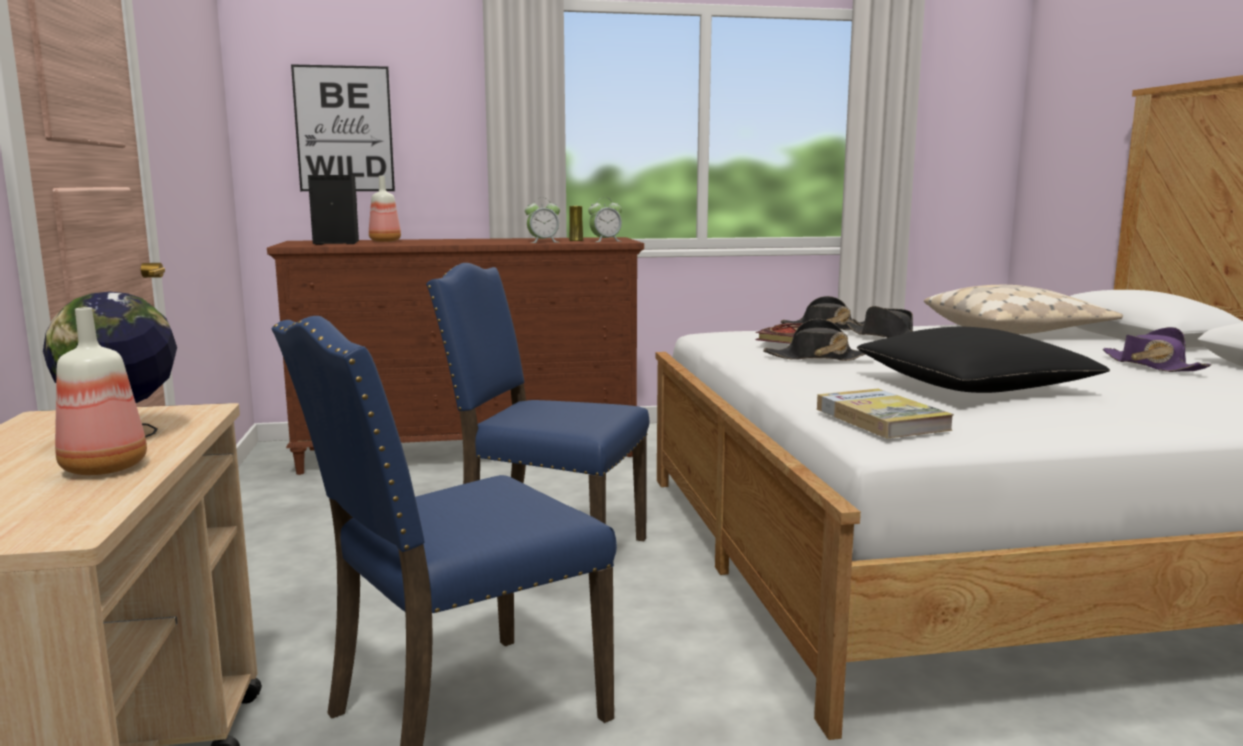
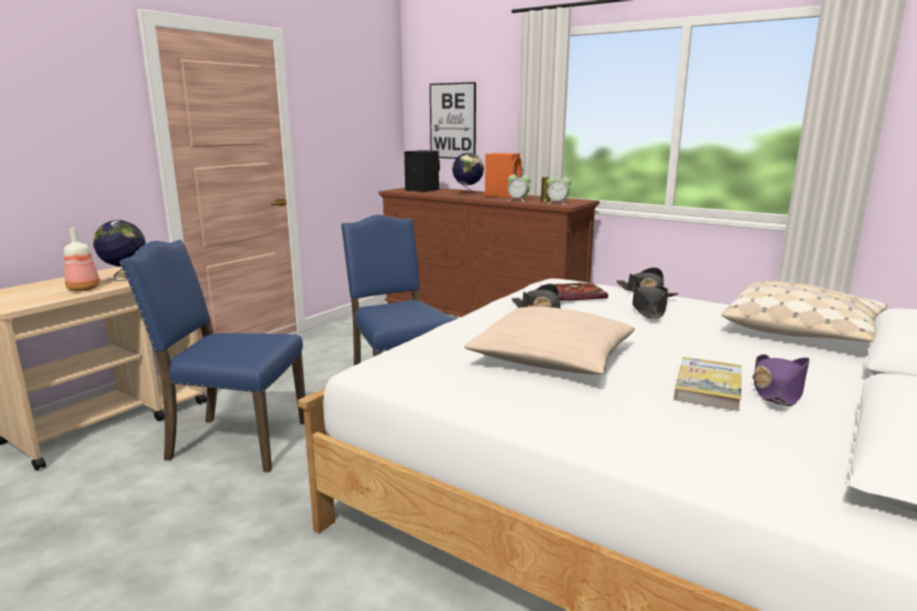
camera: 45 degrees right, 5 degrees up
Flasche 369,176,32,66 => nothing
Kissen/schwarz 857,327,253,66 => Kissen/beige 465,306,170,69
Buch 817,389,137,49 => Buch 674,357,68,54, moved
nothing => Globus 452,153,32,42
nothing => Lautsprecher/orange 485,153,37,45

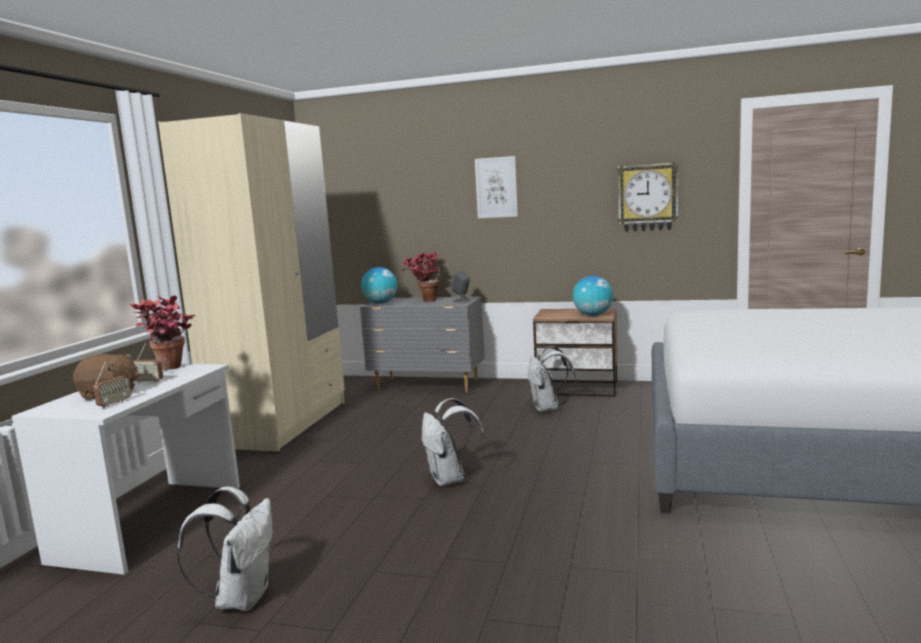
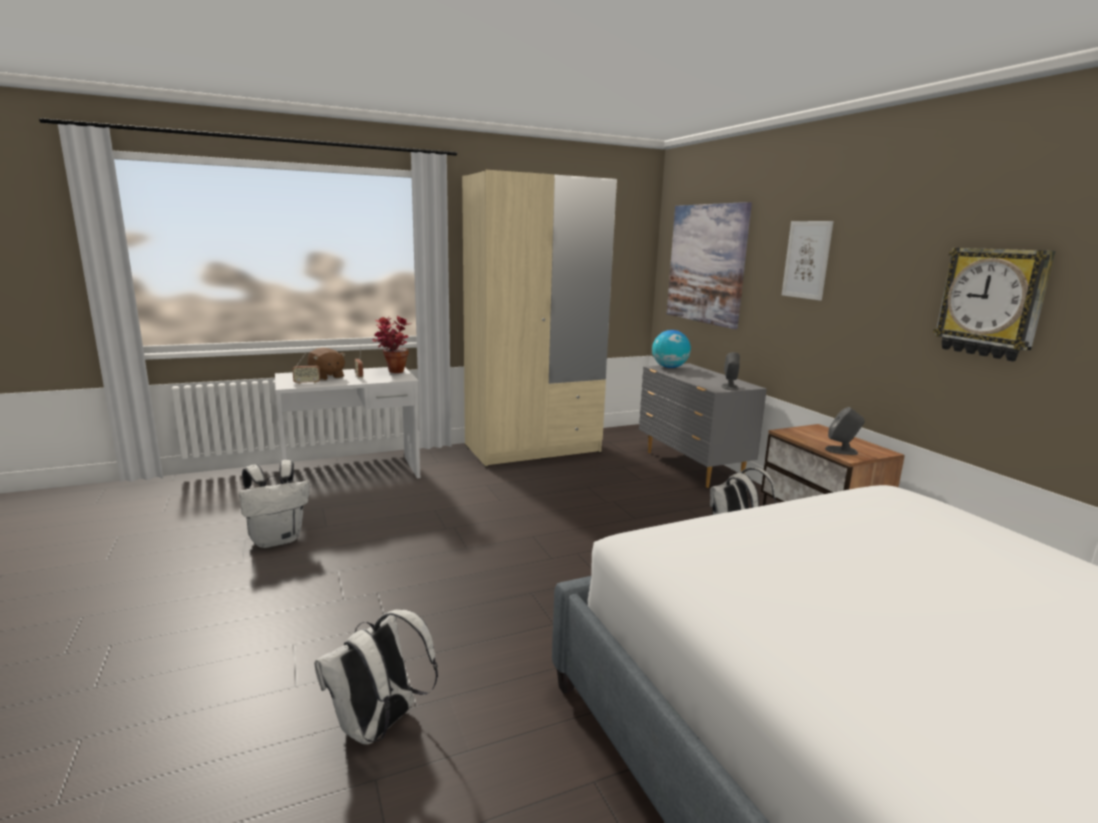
camera: 50 degrees right, 5 degrees up
Topfpflanze 402,252,38,50 => nothing
Globus 573,276,40,40 => Lautsprecher/grau 825,407,40,48
Rucksack/weiß 422,398,64,88 => Rucksack/weiß 314,610,124,135, moved
nothing => Bild 667,202,85,127

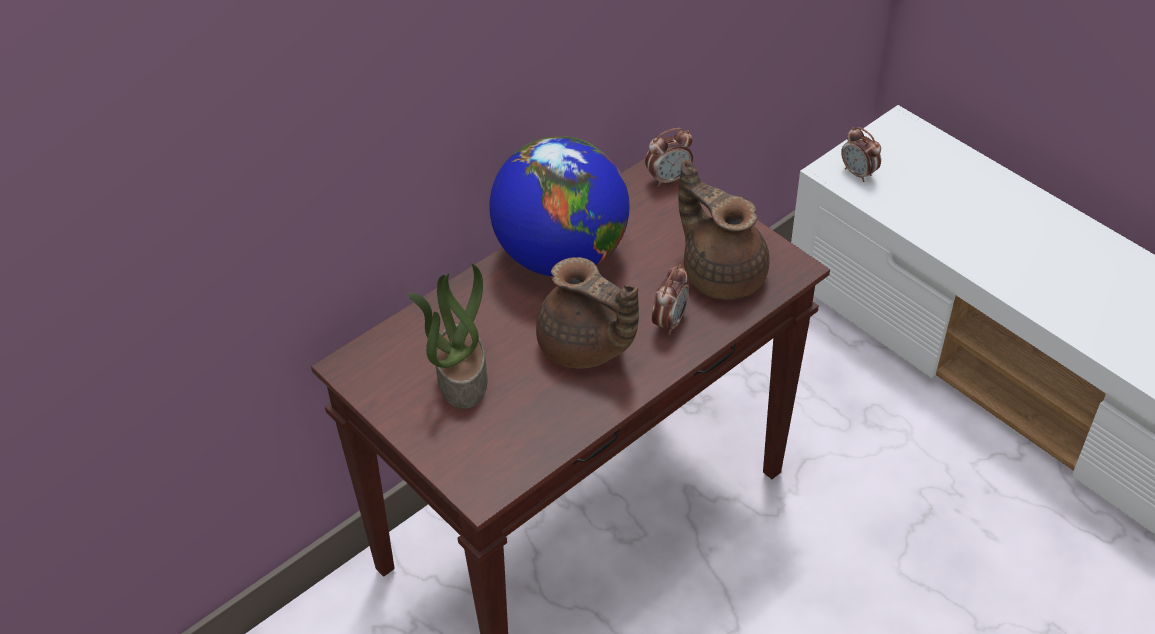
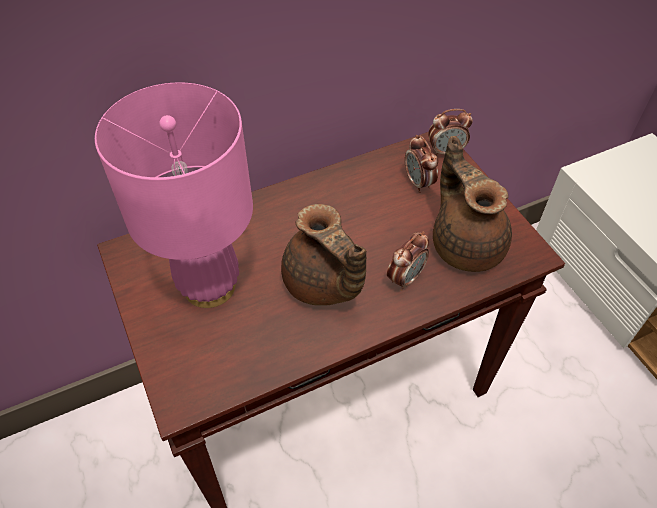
camera: 15 degrees right, 5 degrees up
Wecker 841,127,40,55 => Wecker 405,135,33,58, moved
Globus 489,136,141,140 => nothing
Topfpflanze 408,263,80,146 => Tischlampe/rosa 95,83,158,225

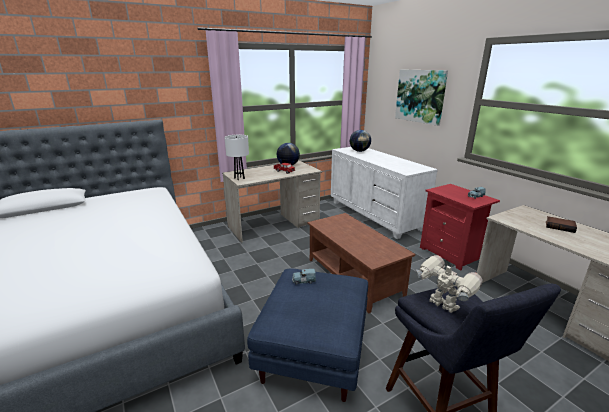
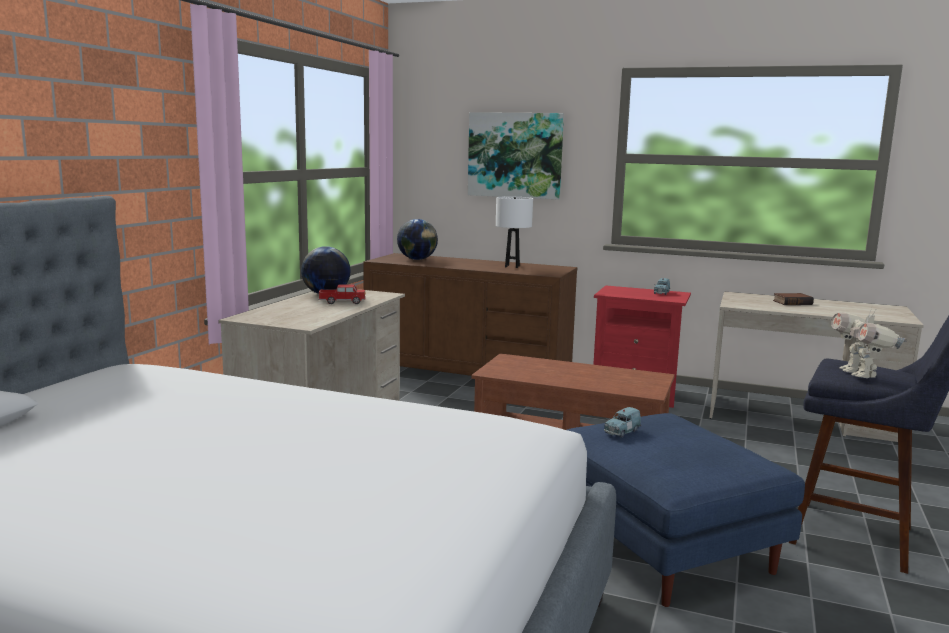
camera: 40 degrees left, 10 degrees down
Tischlampe/weiß 224,135,25,45 => Tischlampe/weiß 496,197,37,71, moved
Kommode/weiß 331,147,107,92 => Kommode/braun 363,253,214,123
Spielzeugroboter 416,255,67,58 => Spielzeugroboter 831,308,74,70, 105 degrees counterclockwise

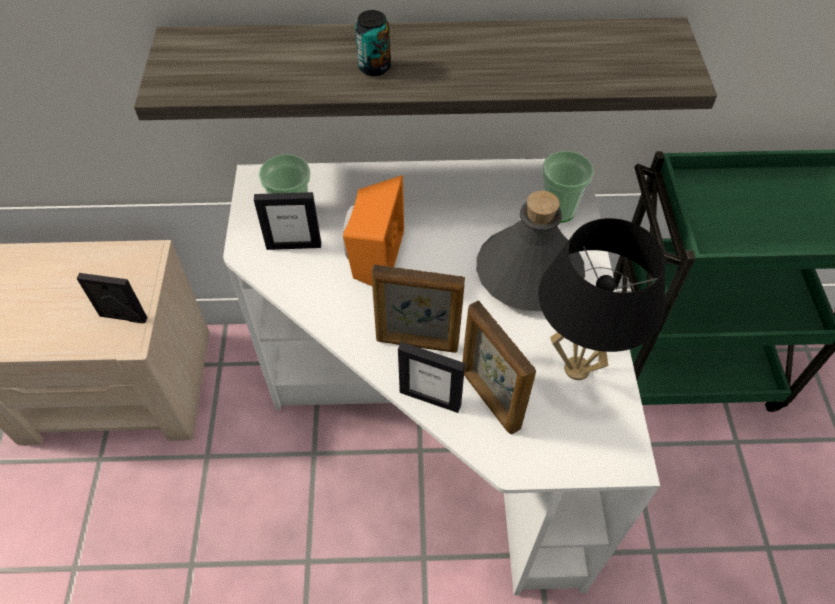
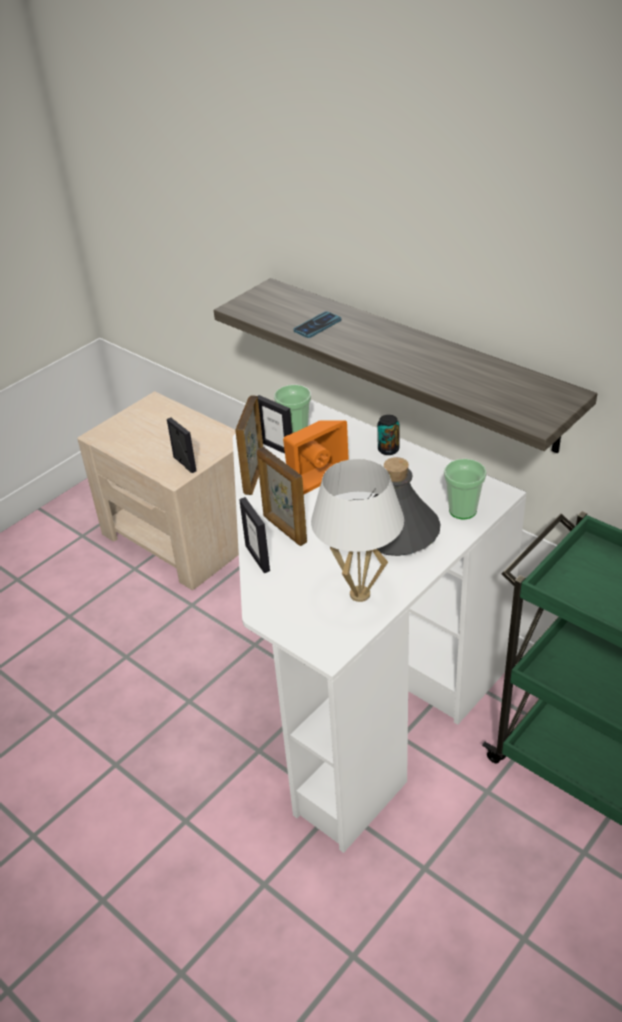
camera: 45 degrees right, 15 degrees down
Dose 355,10,36,66 => Dose 377,415,22,40, moved
Tischlampe/schwarz 538,218,127,162 => Tischlampe/weiß 311,459,93,143
Bilderrahmen 463,300,73,135 => Bilderrahmen 235,395,28,100, moved
nothing => Handy 294,311,47,27

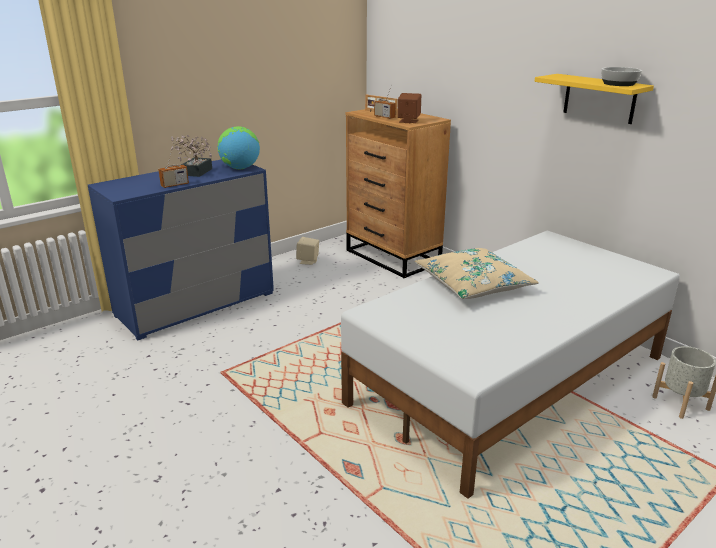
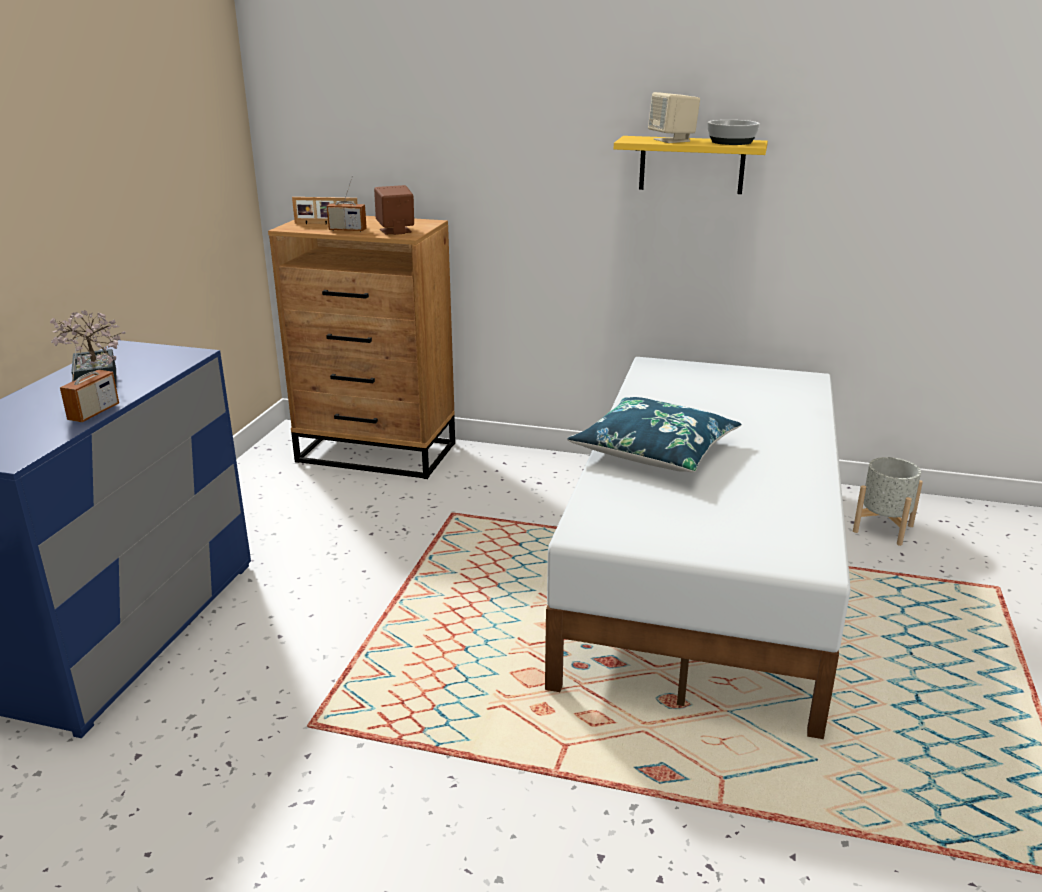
camera: 35 degrees left, 0 degrees up
Globus 218,126,42,43 => nothing
Lautsprecher/beige 296,237,23,28 => Lautsprecher/beige 648,92,52,51, moved
Kissen/beige 415,248,124,51 => Kissen/blau 567,397,174,75

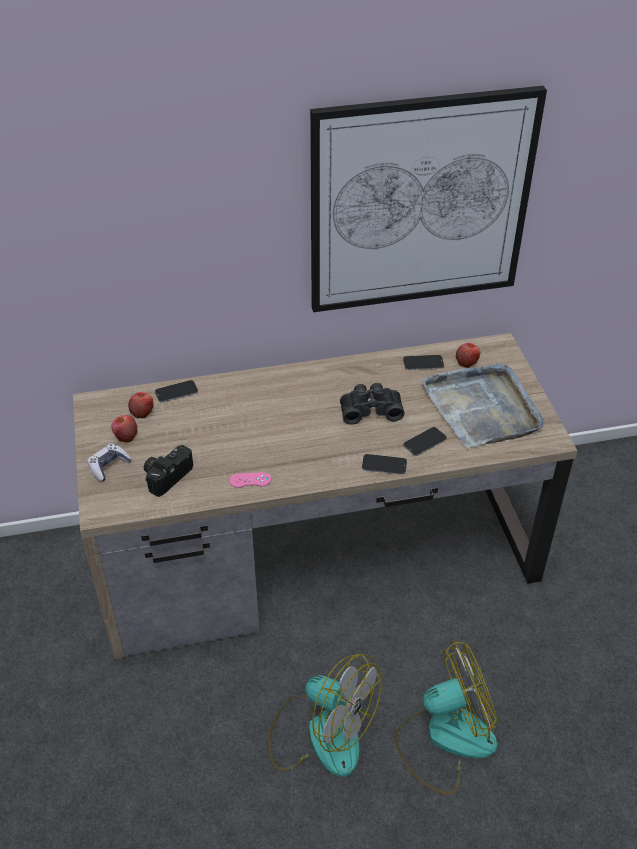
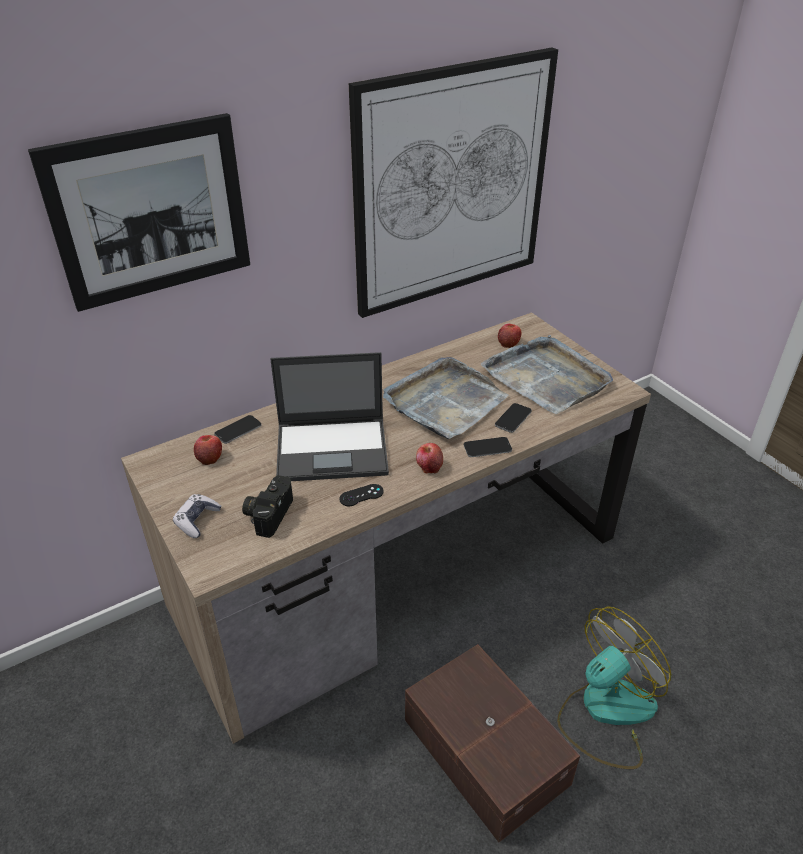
camera: 20 degrees left, 5 degrees down
Handy 403,355,41,15 => nothing
Fernglas/schwarz 340,383,65,42 => Tablett/grau 383,357,125,82
Apfel 111,415,26,28 => Apfel 416,443,27,31, moved
Gamepad/rosa 230,472,41,16 => Gamepad/schwarz 339,484,45,22
Ventilator 268,654,114,123 => Aufbewahrungsbox/braun 405,644,175,198
nothing => Bild 28,113,222,199
nothing => Laptop 270,352,119,129

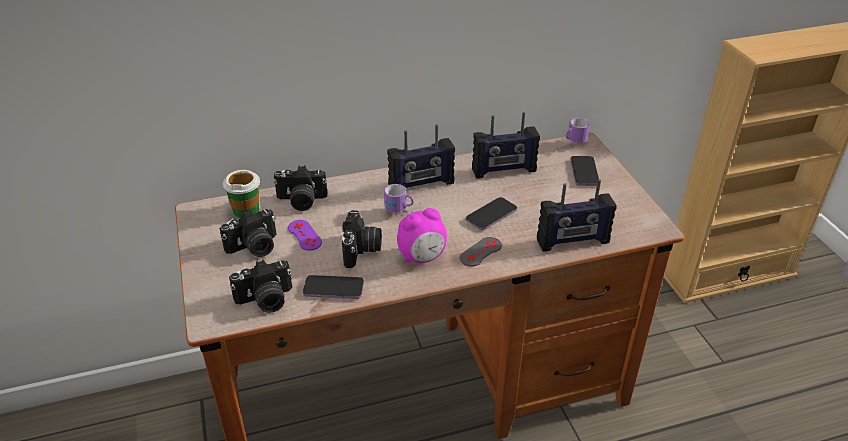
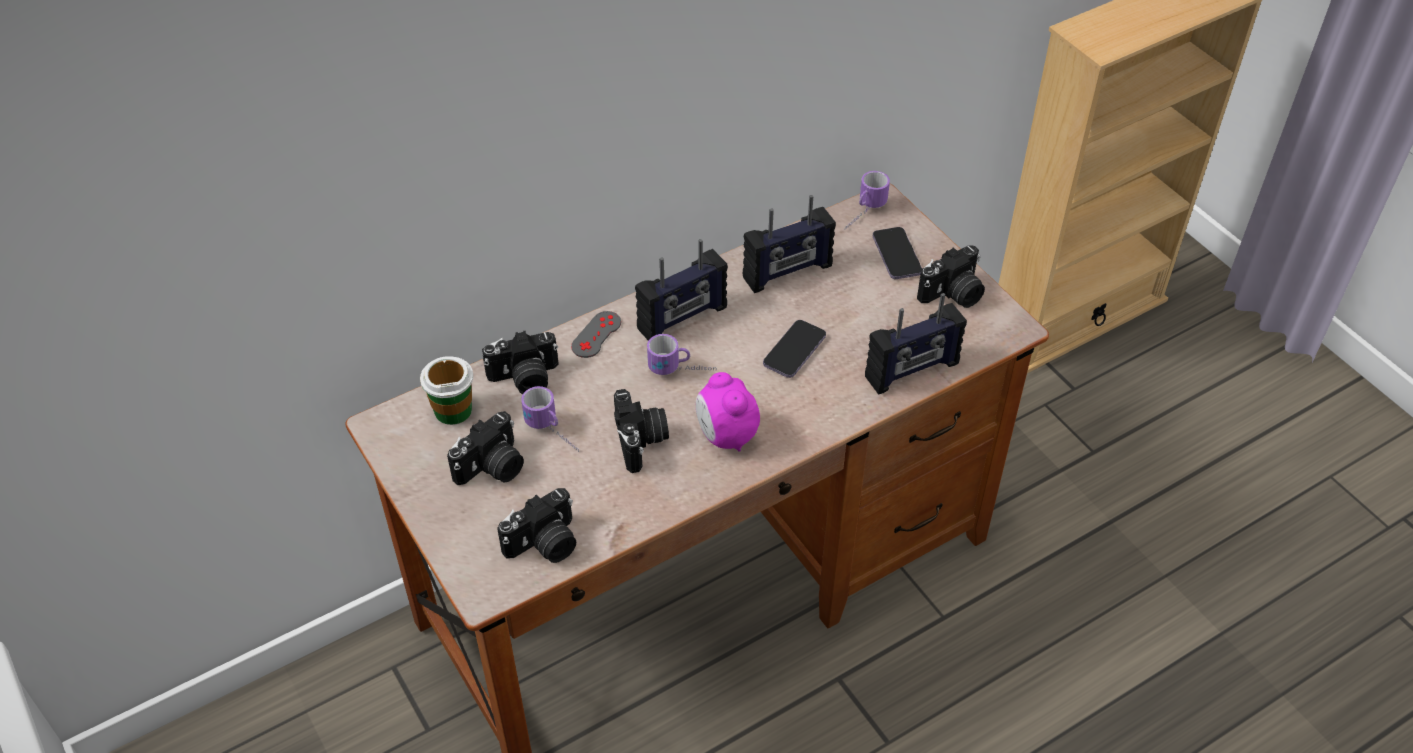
camera: 15 degrees left, 10 degrees up
Wecker 397,208,50,55 => Wecker 696,372,64,79, 105 degrees clockwise
Gamepad/lila 288,220,34,31 => Henkelbecher 521,386,58,66
Gamepad/grau 460,237,42,30 => Gamepad/grau 571,311,50,47, moved
Handy 303,275,61,24 => nothing
nothing => Kamera 917,245,68,63

